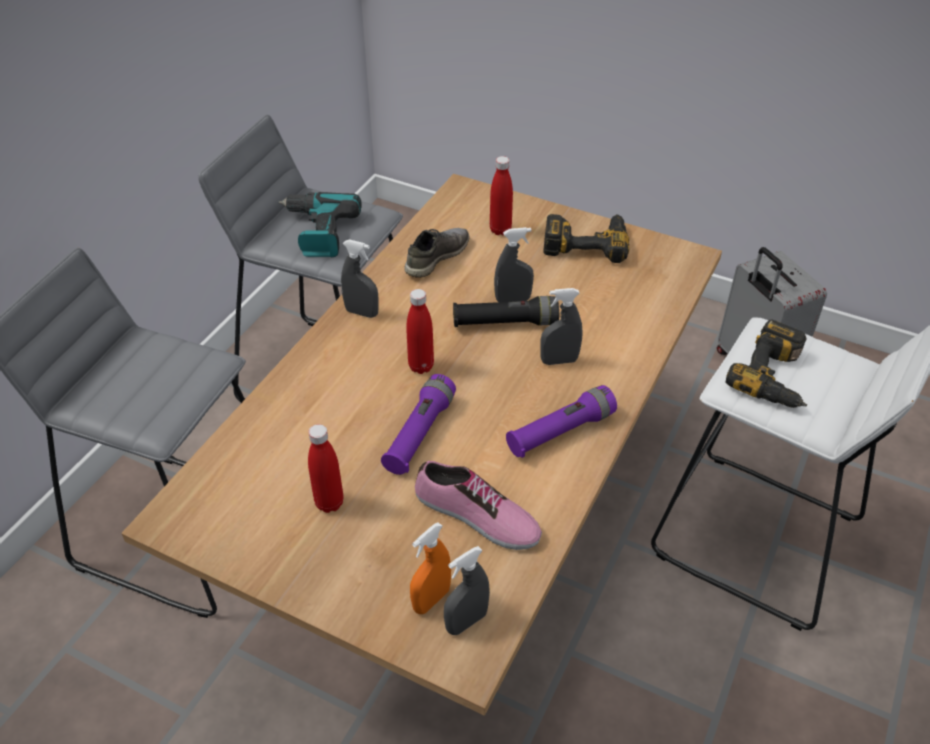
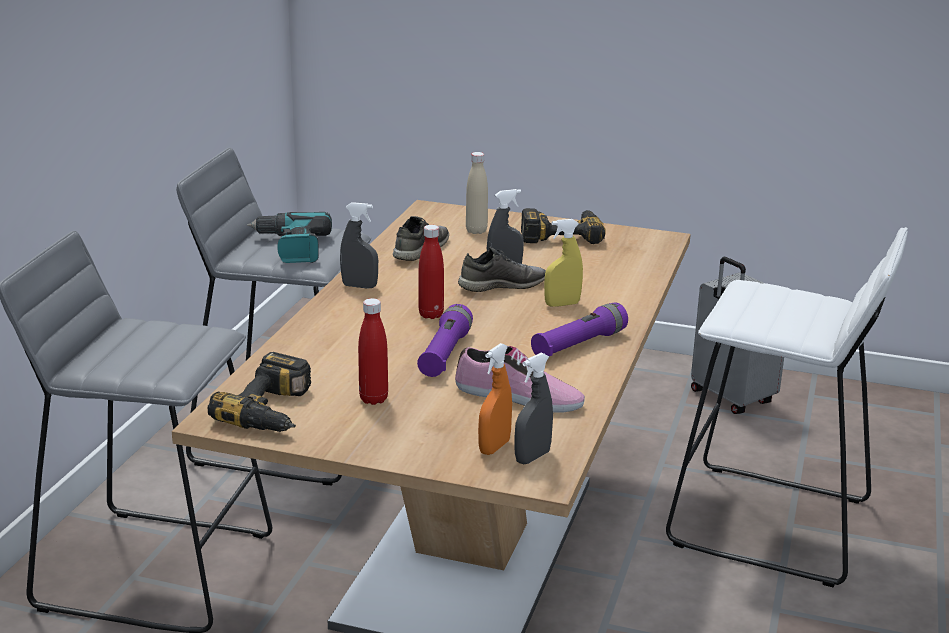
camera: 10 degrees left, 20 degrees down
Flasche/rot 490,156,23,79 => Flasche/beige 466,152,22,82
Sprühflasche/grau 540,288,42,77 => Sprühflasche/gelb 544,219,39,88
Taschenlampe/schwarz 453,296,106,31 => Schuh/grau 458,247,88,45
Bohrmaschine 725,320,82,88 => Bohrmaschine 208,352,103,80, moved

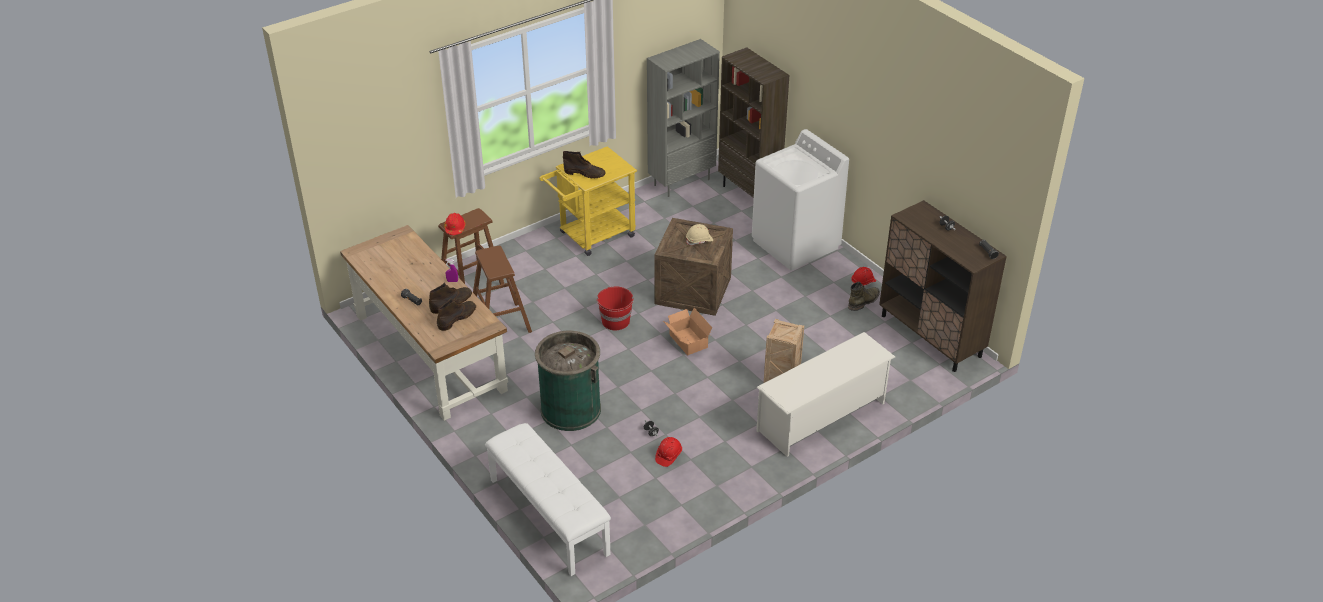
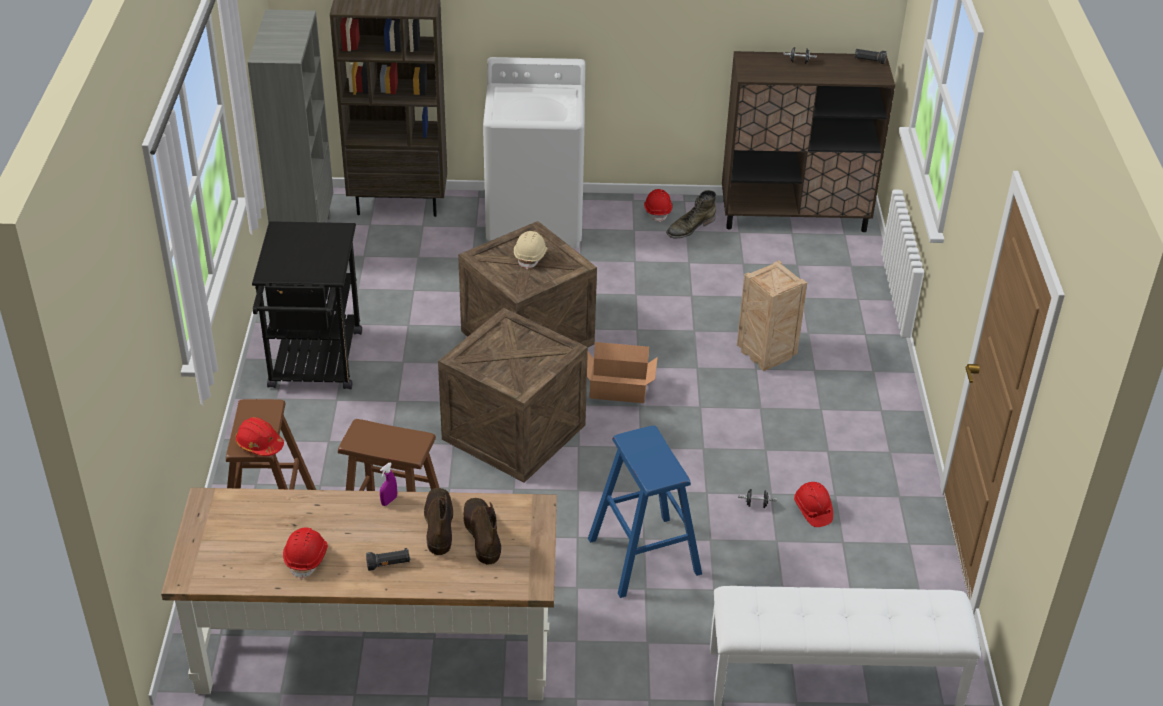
camera: 55 degrees left, 0 degrees up
Rollwagen/gelb 539,146,98,110 => Rollwagen/schwarz 252,221,110,169
Stiefel/braun 563,151,42,27 => nothing
Stiefel/grün 848,282,32,29 => Stiefel/grün 666,190,50,48, 120 degrees counterclockwise
Eimer/rot 596,287,38,43 => Kiste 438,308,150,175
Mülleimer/grün 535,331,66,100 => Hocker/blau 588,426,114,172
Schuhregal/weiß 756,332,139,125 => nothing
nothing => Schutzhelm/rot 283,528,45,51

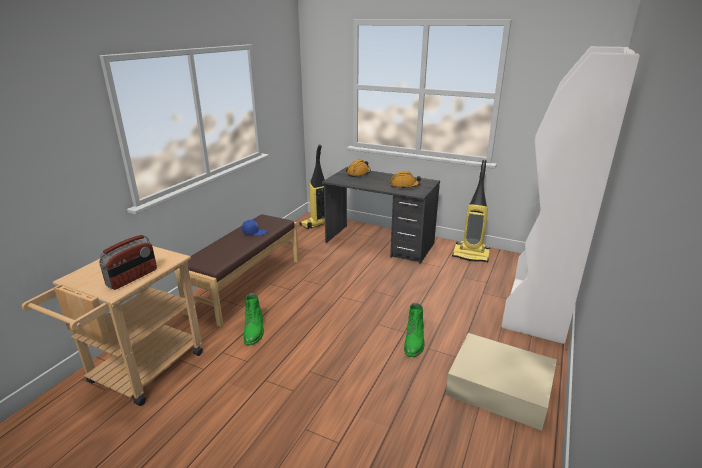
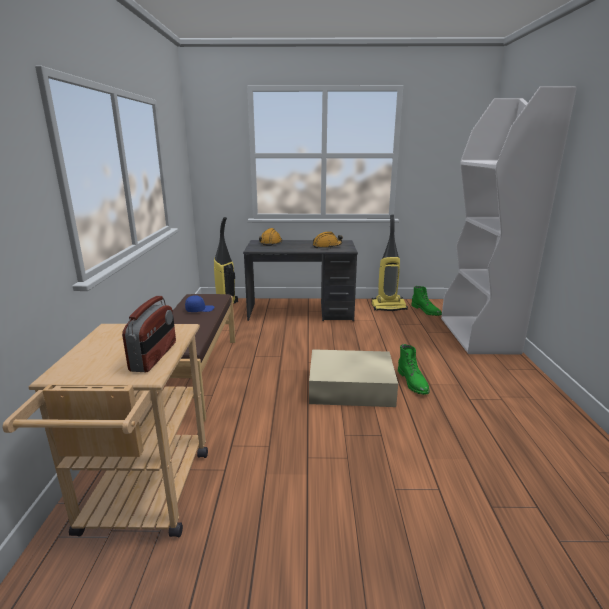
camera: 25 degrees left, 5 degrees down
Stiefel/grün 244,293,20,52 => Stiefel/grün 411,286,31,30, moved
Aufbewahrungsbox/beige 446,333,111,98 => Aufbewahrungsbox/beige 309,349,89,58, moved

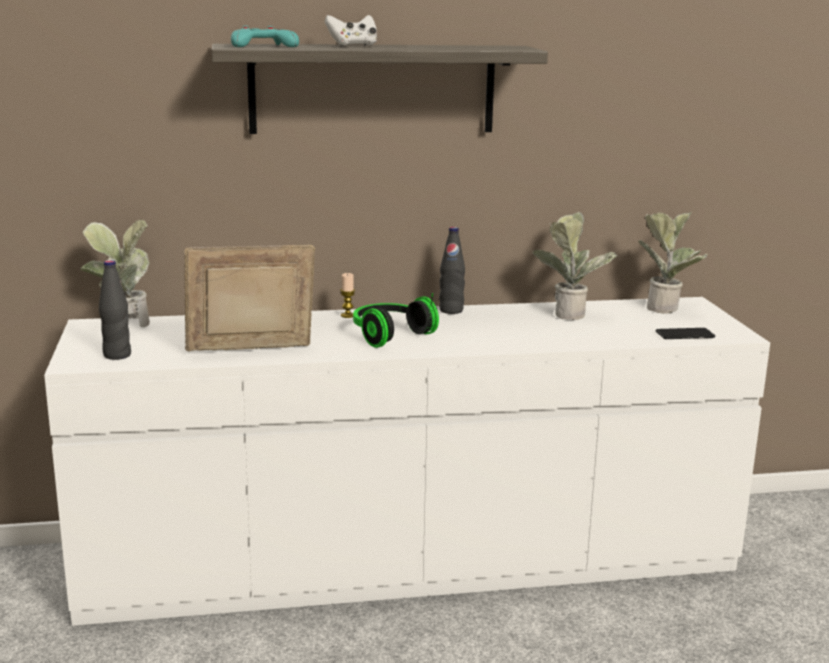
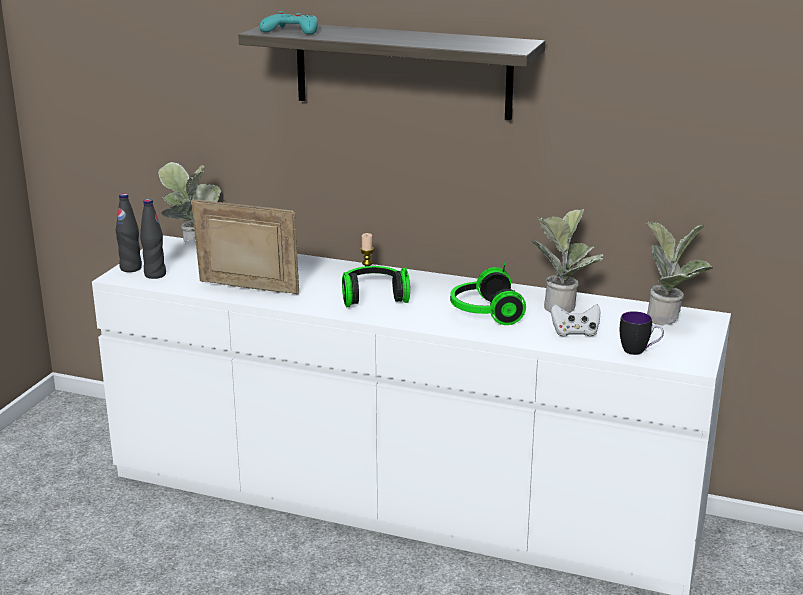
camera: 30 degrees right, 5 degrees up
Gamepad/weiß 325,15,52,31 => Gamepad/weiß 551,304,50,32, moved
Flasche/schwarz 439,227,26,87 => Flasche/schwarz 116,193,26,79, moved
Handy 656,328,59,11 => Henkelbecher 620,311,44,44
nothing => Kopfhörer 450,262,76,63

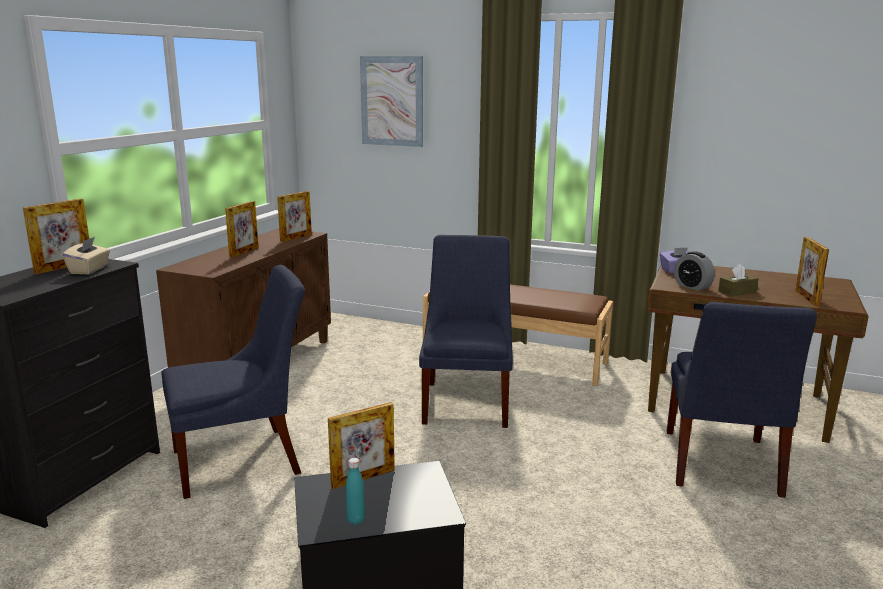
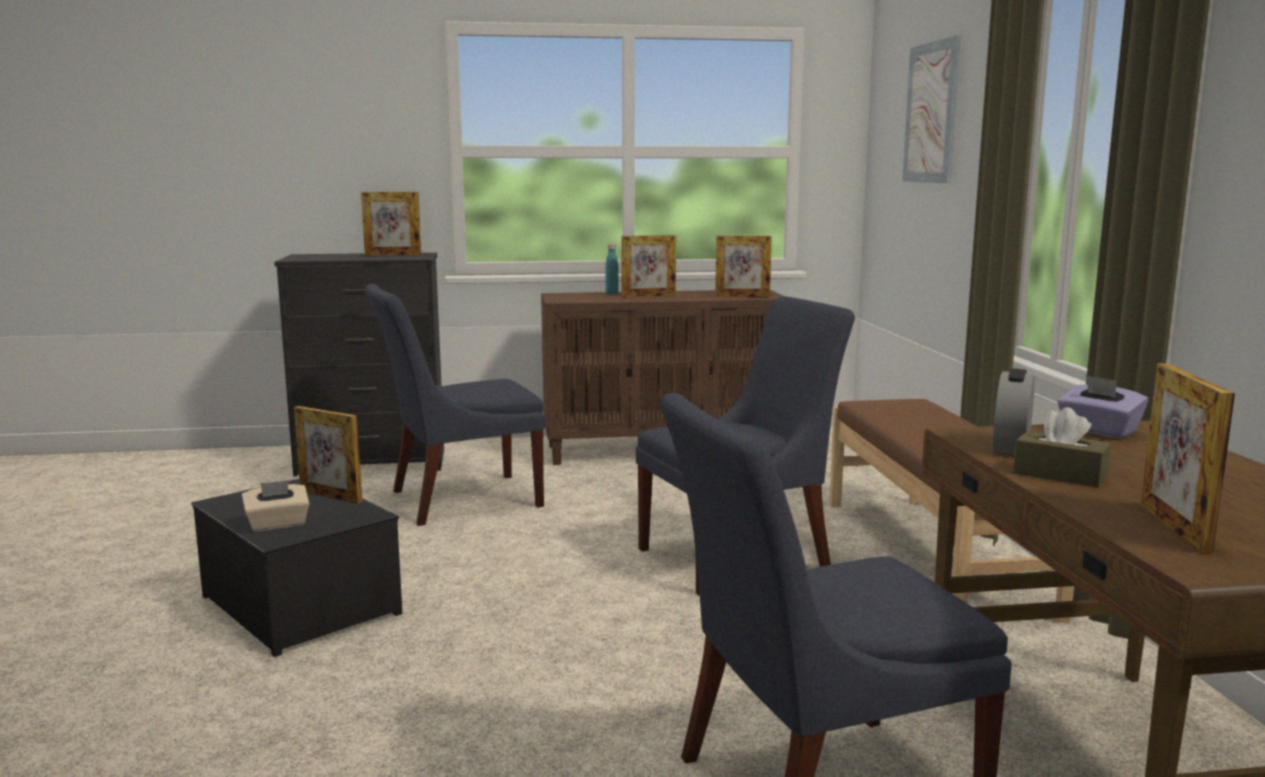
camera: 60 degrees right, 5 degrees down
Taschentuchbox/beige 62,237,48,37 => Taschentuchbox/beige 241,480,69,52, moved
Bilderrahmen 795,237,34,69 => Bilderrahmen 1141,363,94,191, 60 degrees counterclockwise
Stuhl/blau 161,265,144,234 => Stuhl/blau 365,284,180,242, 120 degrees clockwise
Flasche/türkis 346,458,19,67 => Flasche/türkis 605,244,14,50, moved

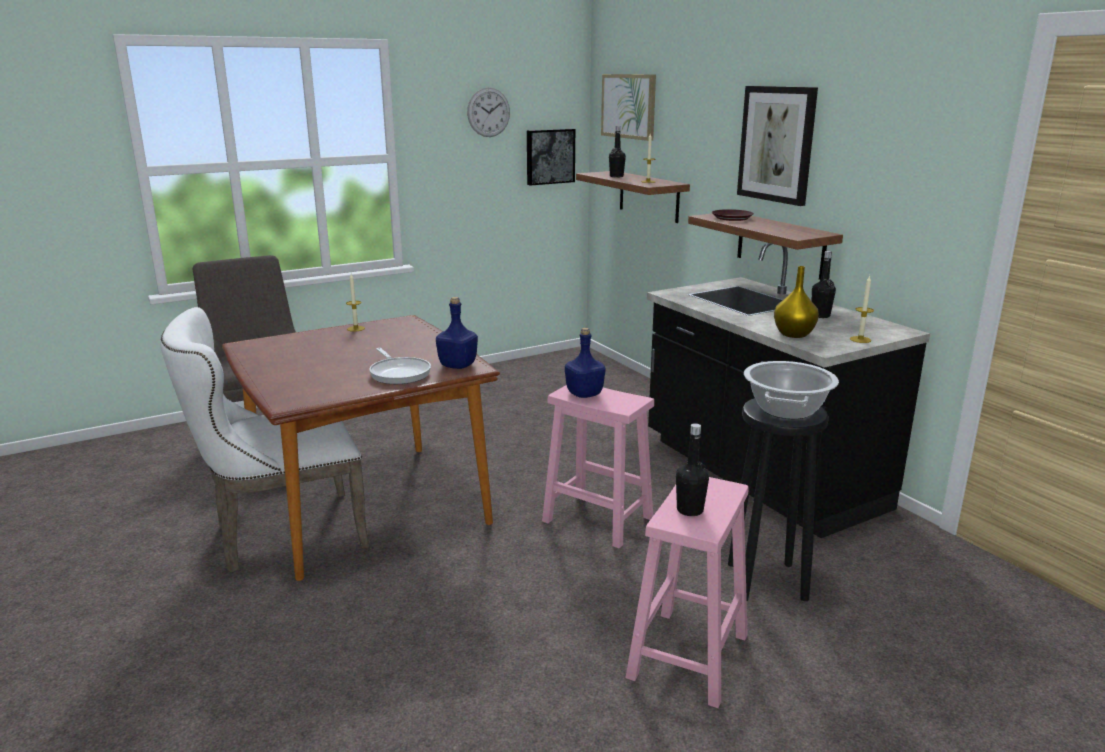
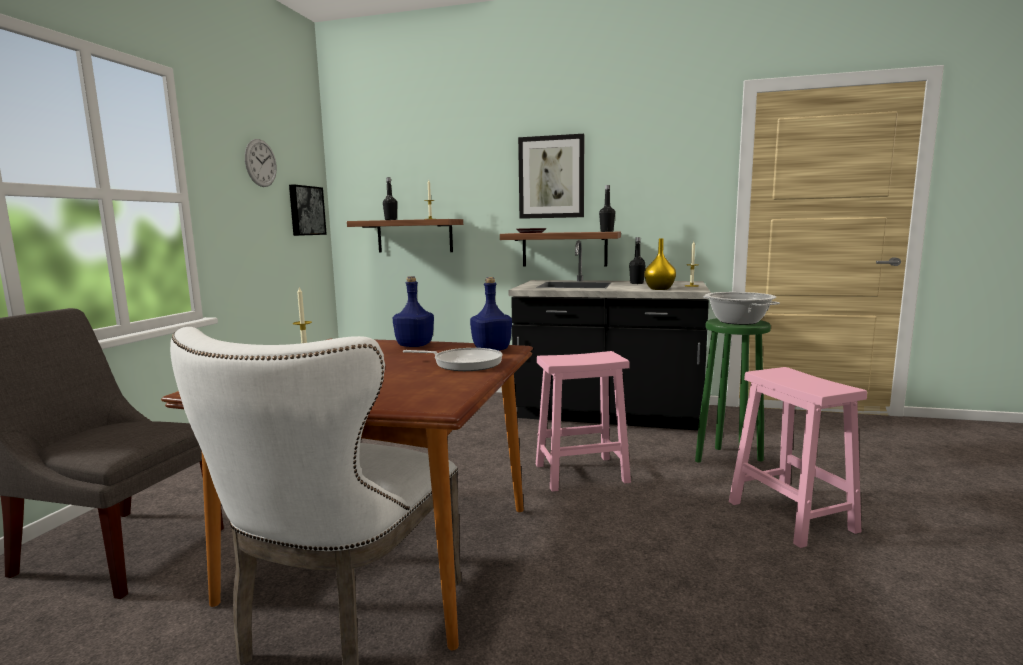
camera: 45 degrees left, 10 degrees down
Bild 601,74,55,67 => nothing
Flasche/blau 565,328,40,70 => Flasche/blau 393,276,41,71, moved
Hocker/schwarz 728,398,101,203 => Hocker/grün 695,318,76,145
Flasche/schwarz 676,423,33,93 => Flasche/schwarz 599,185,16,47, moved

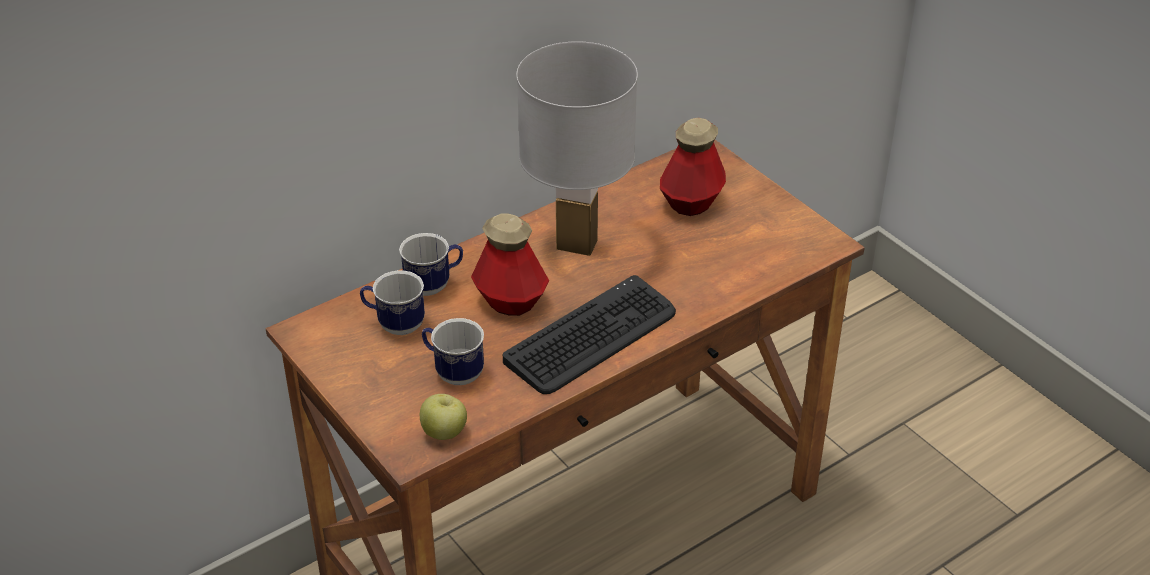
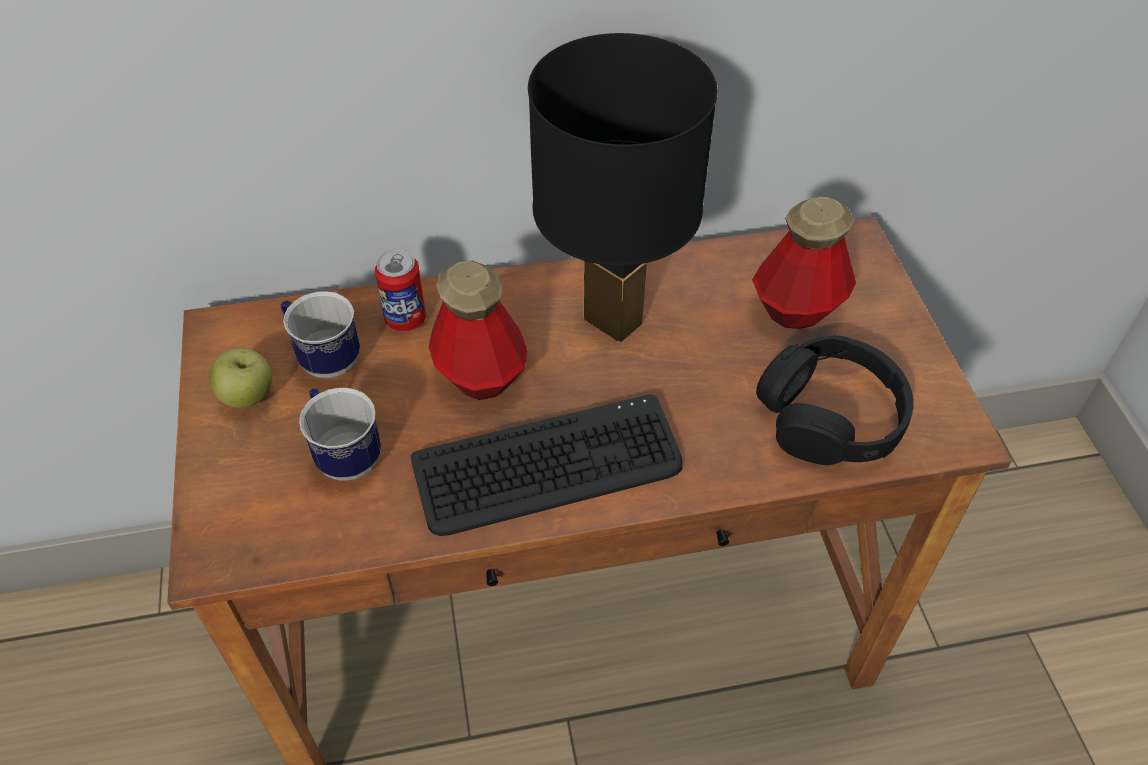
camera: 25 degrees right, 10 degrees up
Tischlampe/weiß 516,41,122,215 => Tischlampe/schwarz 528,33,190,310
Henkelbecher 399,233,64,63 => Dose 375,249,51,83
Apfel 420,394,47,46 => Apfel 209,348,63,60, moved
nothing => Kopfhörer/schwarz 756,335,158,130

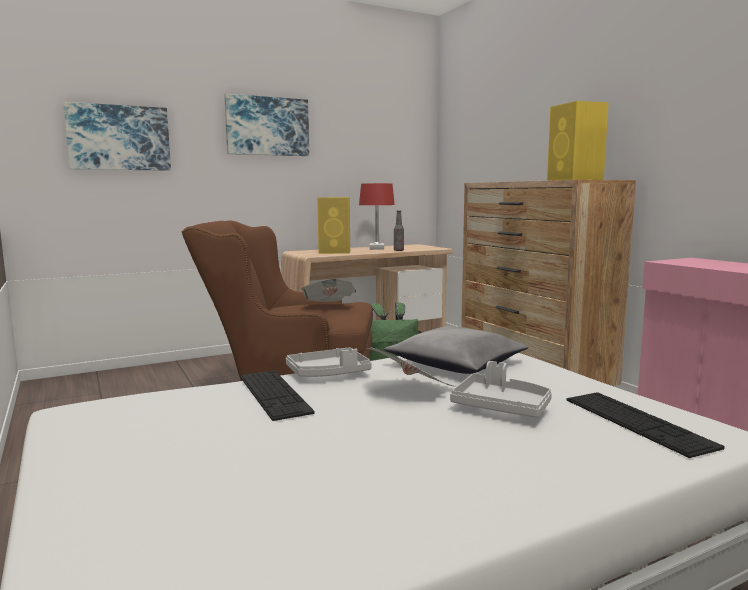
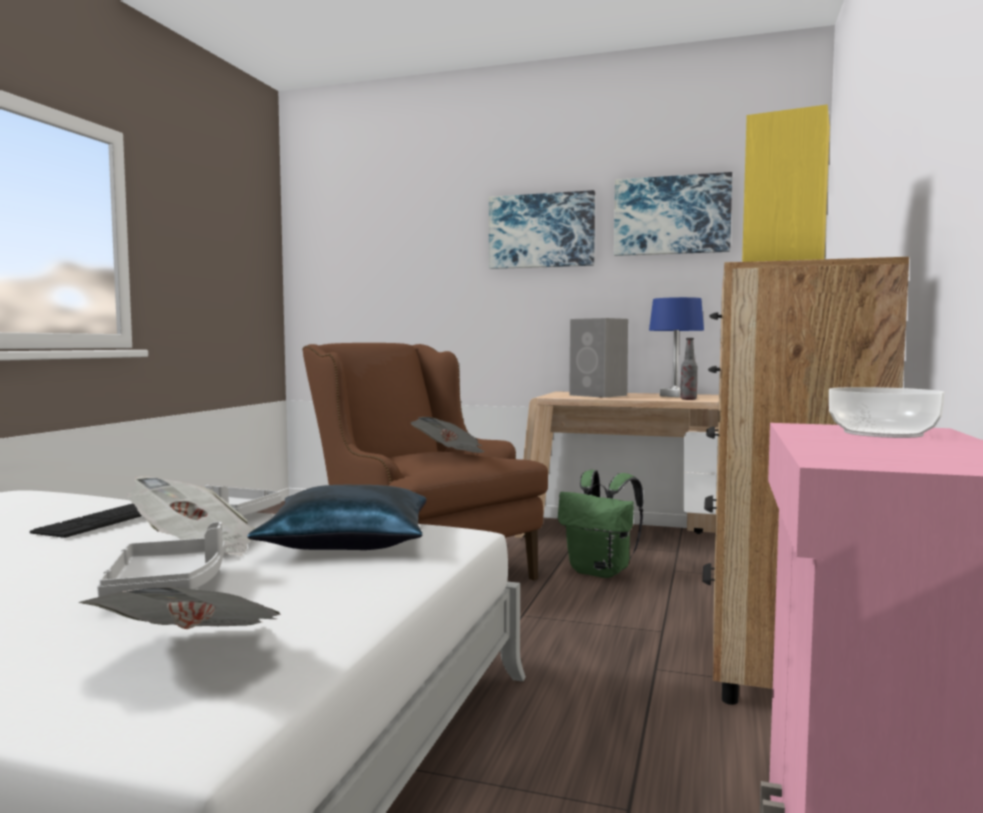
camera: 45 degrees right, 5 degrees down
Bild 63,102,108,69 => Bild 614,172,118,84, moved
Tischlampe/rot 359,183,36,67 => Tischlampe/blau 649,297,55,100
Lautsprecher/gelb 317,197,33,57 => Lautsprecher/grau 569,318,59,80
Kissen/grau 384,326,144,48 => Kissen/blau 247,485,179,65
Tastatur 566,392,159,66 => Zeitung 79,587,201,42
nothing => Schüssel 829,387,115,51

